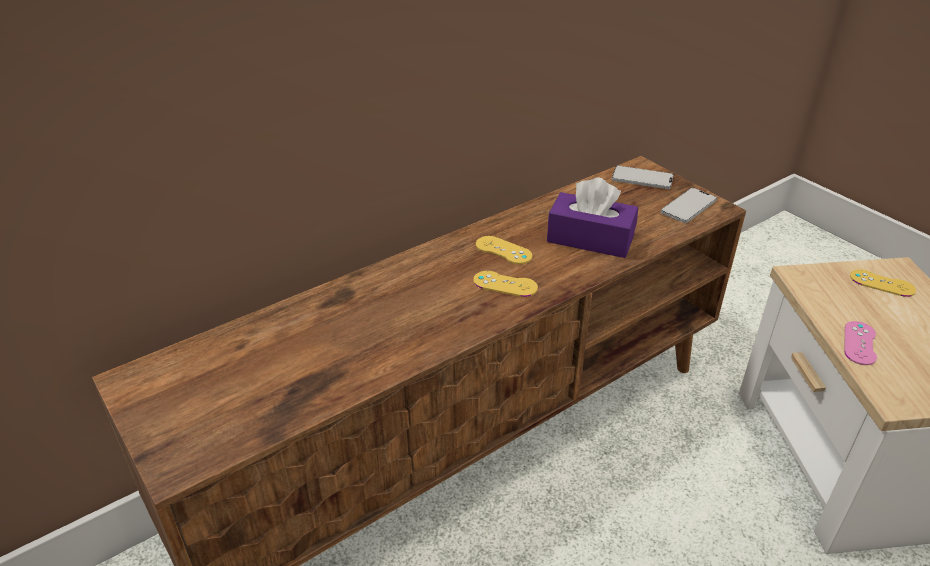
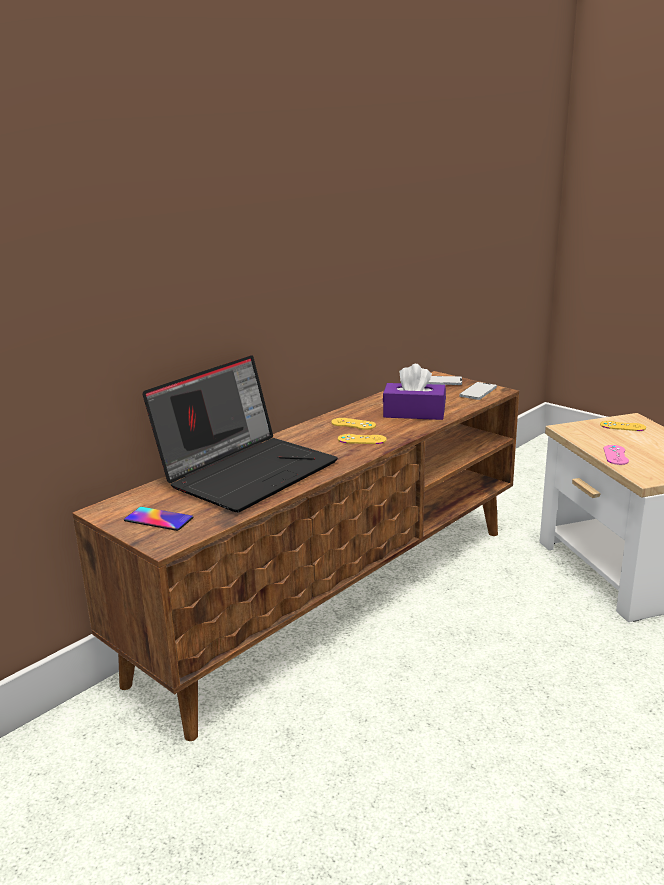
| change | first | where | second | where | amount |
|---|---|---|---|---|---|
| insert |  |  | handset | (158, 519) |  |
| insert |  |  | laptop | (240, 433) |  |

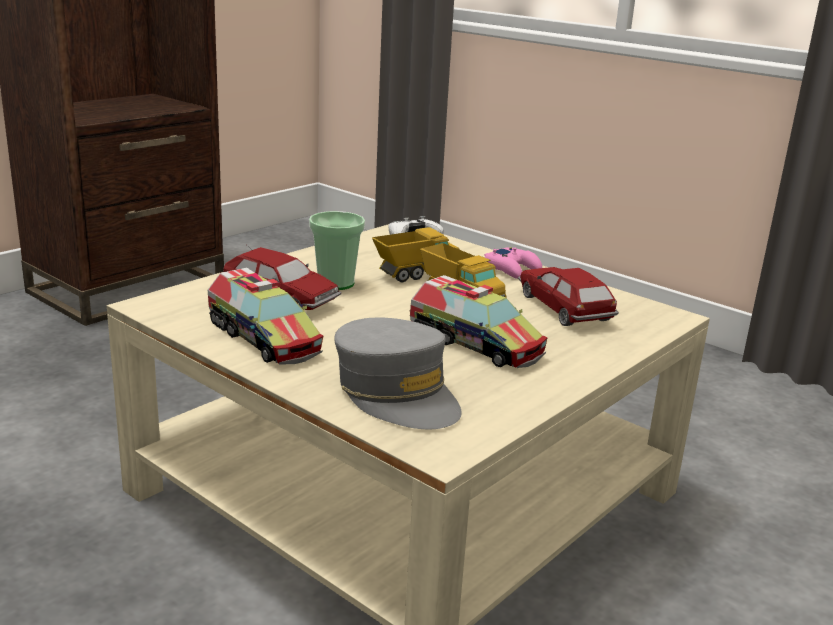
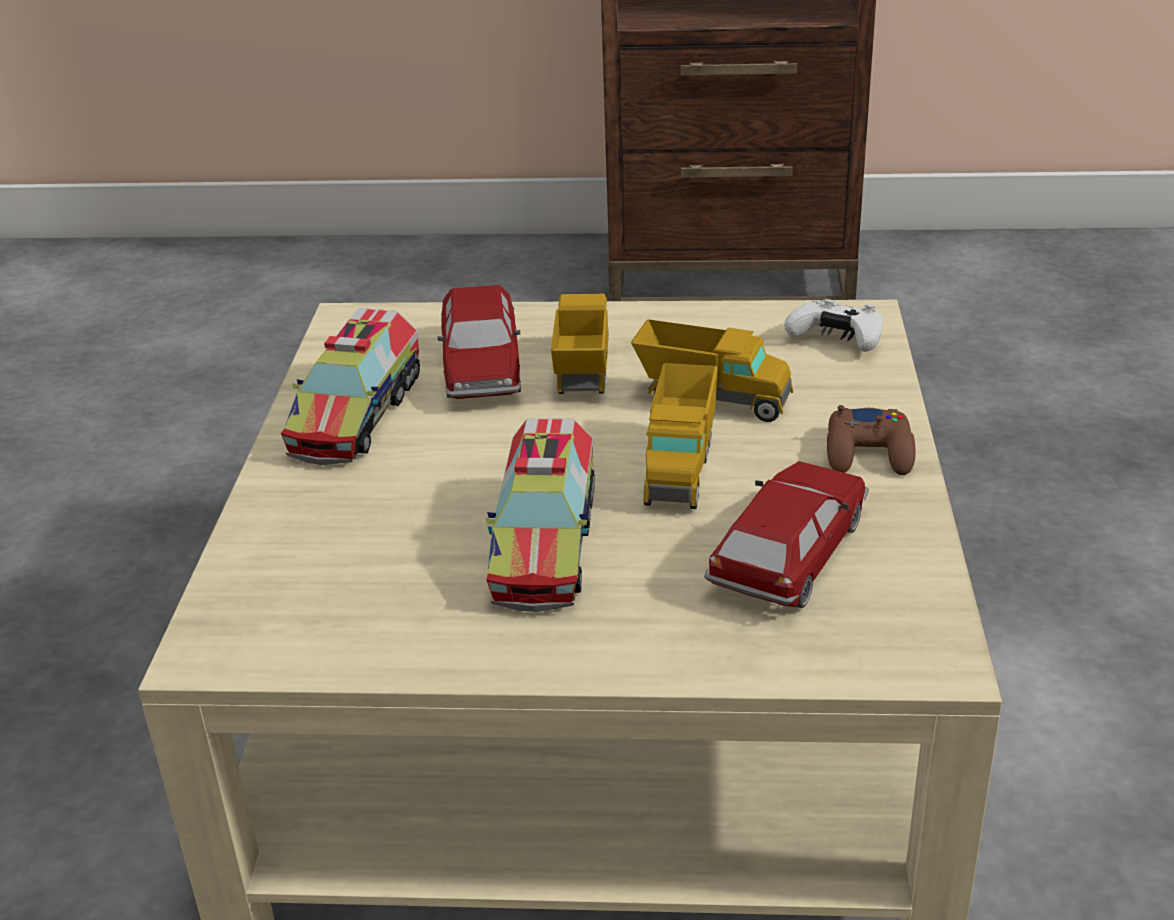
| change | first | where | second | where | amount |
|---|---|---|---|---|---|
| replace | drinking cup | (337, 250) | toy lorry | (580, 344) |  |
| recolor | game controller (pink) | (513, 263) | game controller (brown) | (871, 440) |  |
| delete | baseball cap (gray) | (398, 373) |  |  |  |

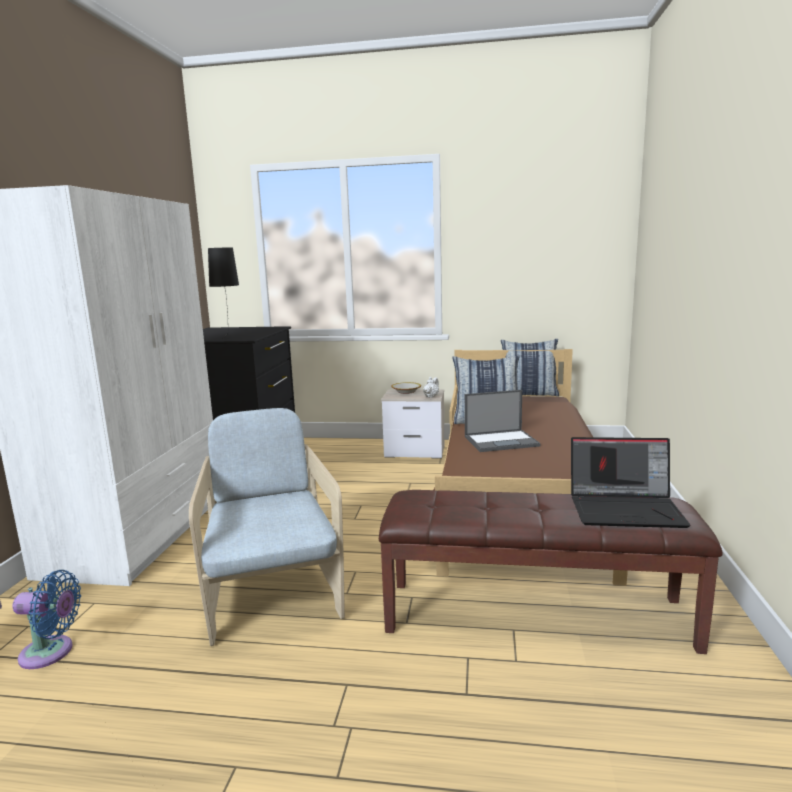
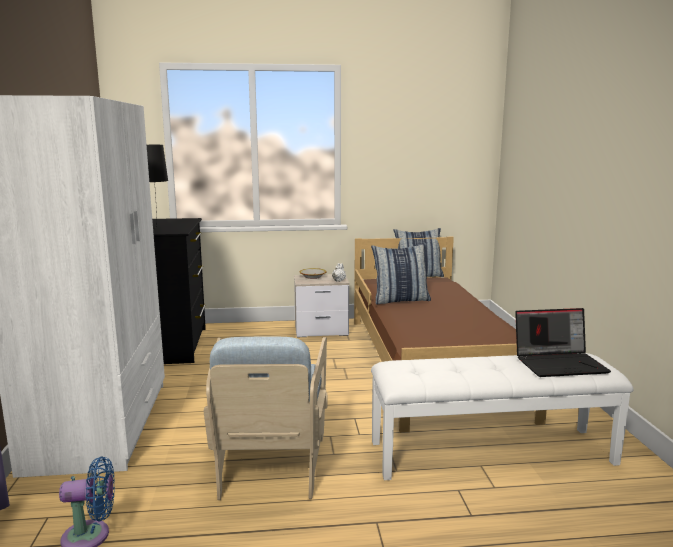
| change | first | where | second | where | amount |
|---|---|---|---|---|---|
| rotate | easy chair (beige) | (267, 527) |  | (265, 418) | 150 degrees counterclockwise |
| recolor | long seat (brown) | (551, 572) | long seat (white-coloured) | (502, 416) |  |
| delete | laptop | (503, 421) |  |  |  |

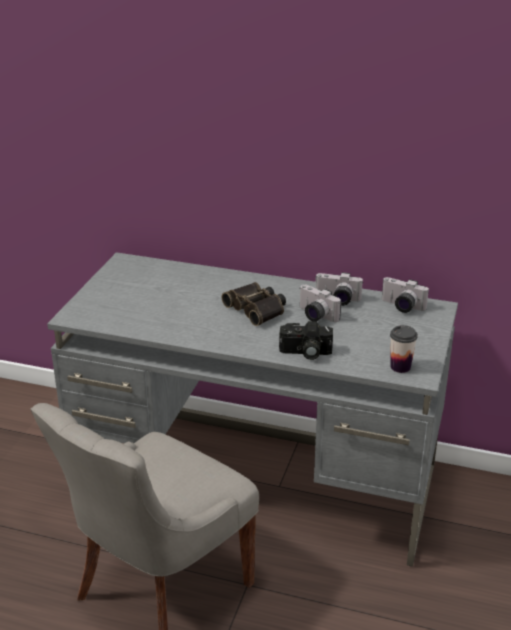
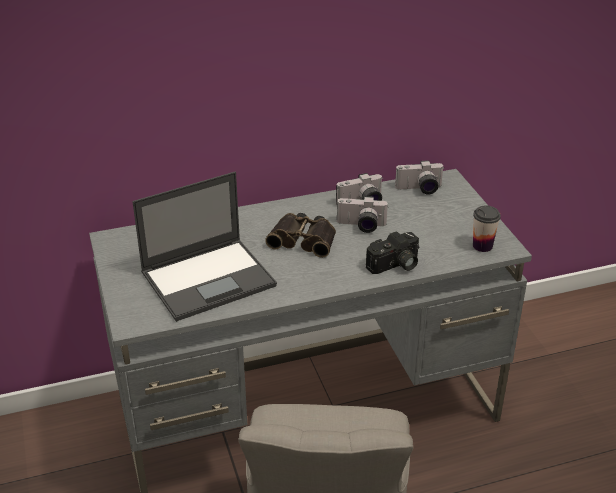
| change | first | where | second | where | amount |
|---|---|---|---|---|---|
| insert |  |  | laptop | (204, 247) |  |

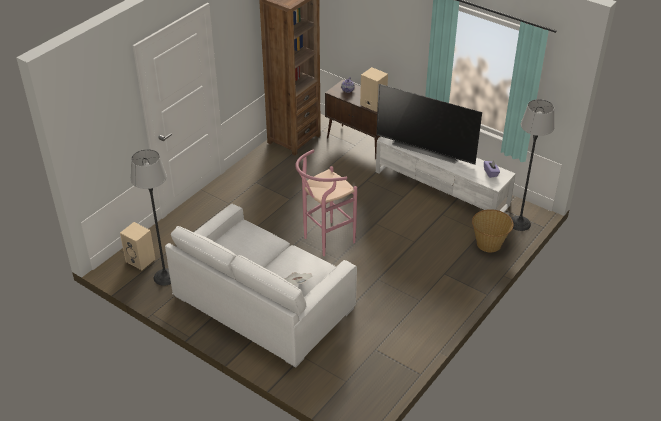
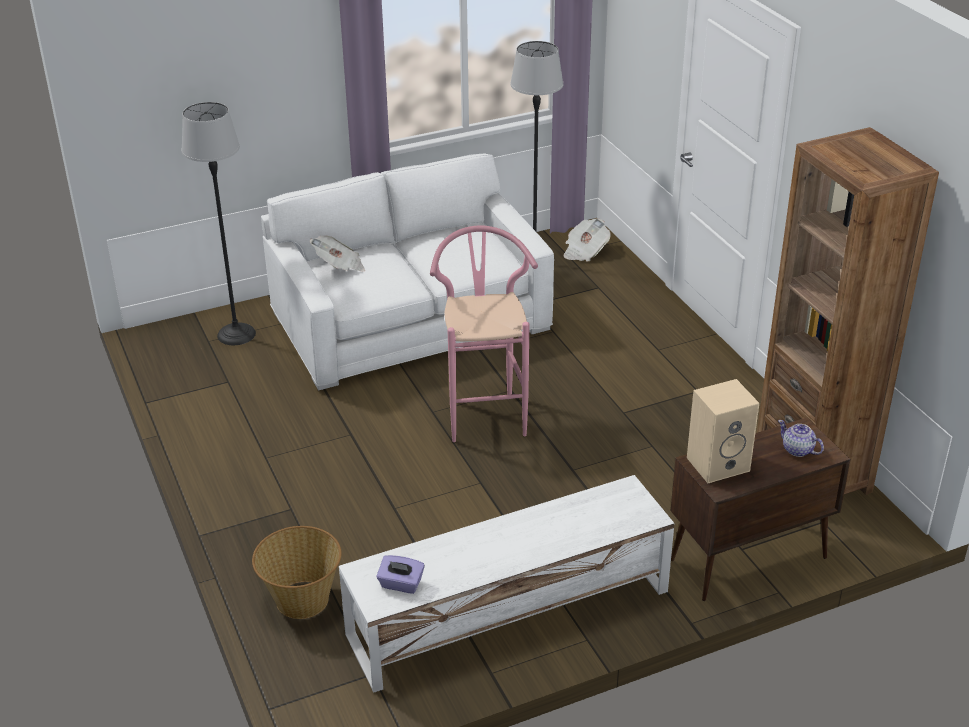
| change | first | where | second | where | amount |
|---|---|---|---|---|---|
| move | floor lamp | (532, 165) |  | (219, 223) |  |
| replace | audio speaker (beige) | (137, 246) | printed paper | (587, 239) |  |
| delete | TV | (429, 124) |  |  |  |

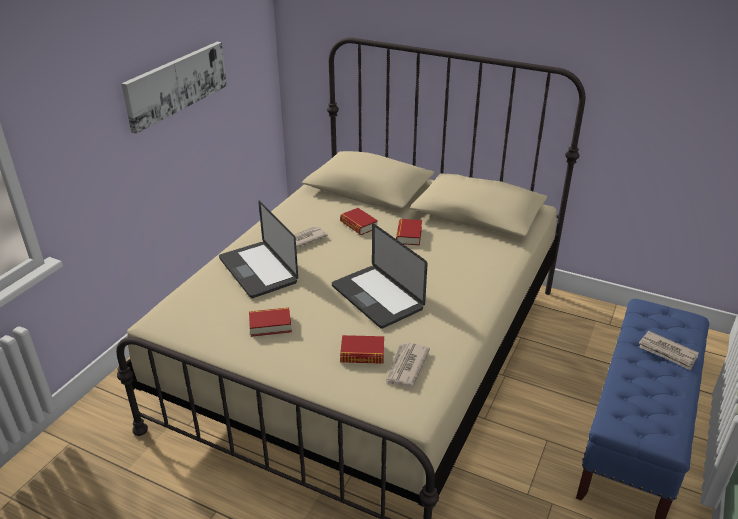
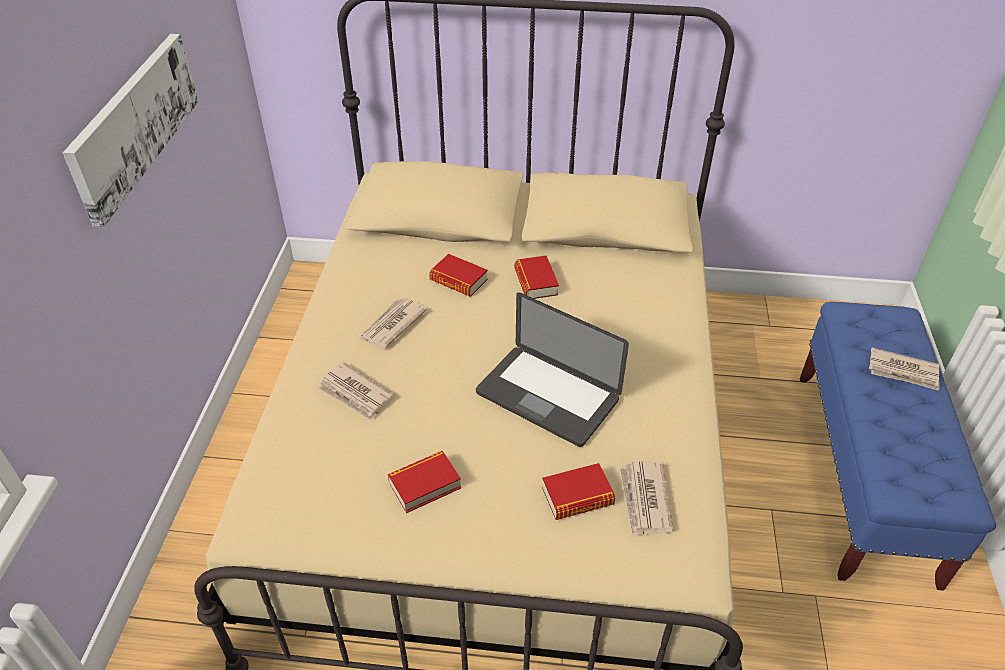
| change | first | where | second | where | amount |
|---|---|---|---|---|---|
| replace | laptop | (258, 249) | printed paper | (355, 392) |  |

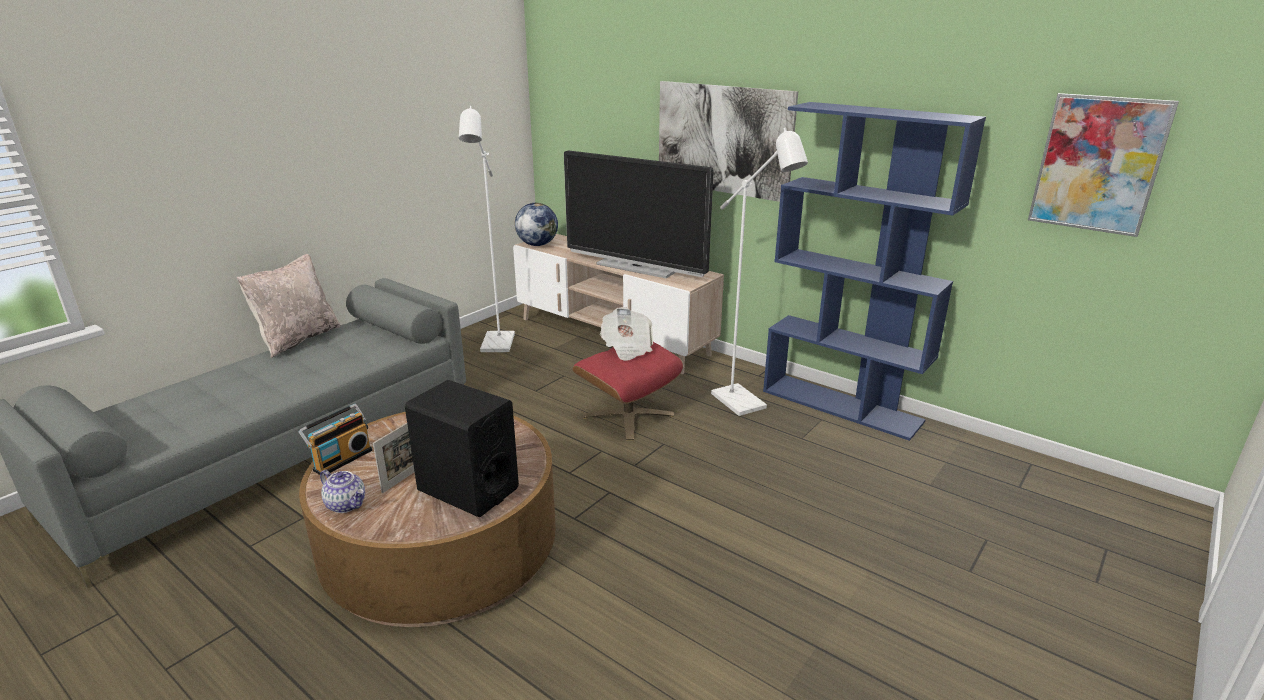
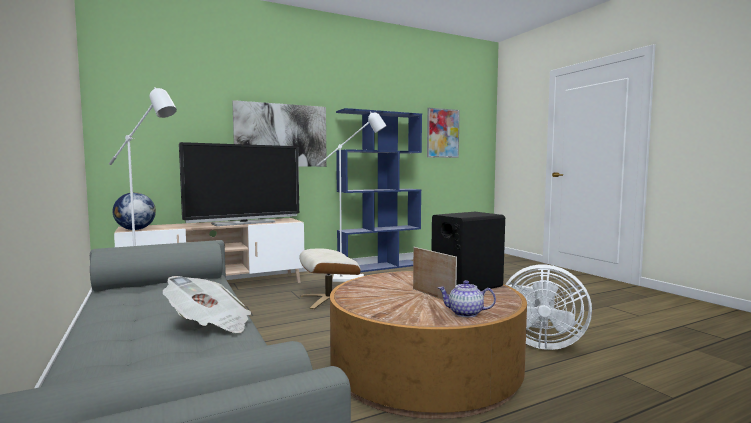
| change | first | where | second | where | amount |
|---|---|---|---|---|---|
| move | printed paper | (626, 334) |  | (207, 304) |  |
| recolor | footrest (red-coloured) | (628, 391) | footrest (beige) | (330, 278) |  |
| rotate | pot for tea | (342, 491) |  | (467, 298) | 135 degrees counterclockwise |
| insert |  |  | fan (white-coloured) | (548, 307) |  |
| delete | pillow (beige) | (289, 306) |  |  |  |
| delete | radio | (335, 439) |  |  |  |

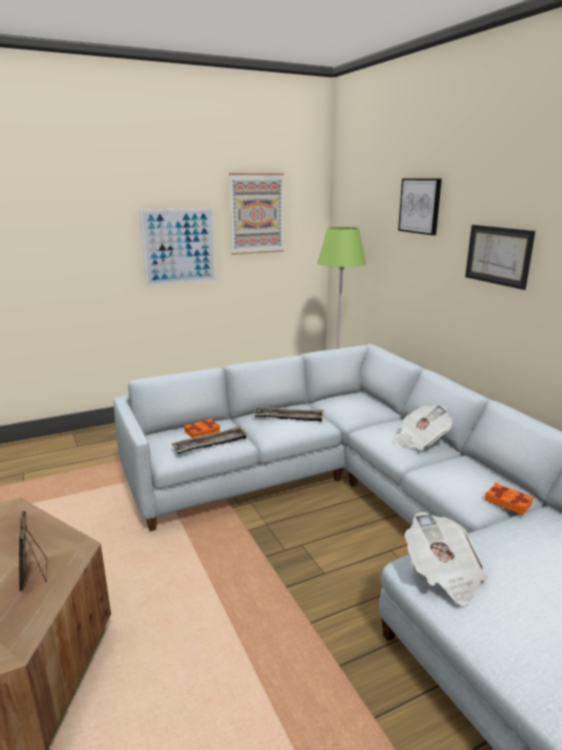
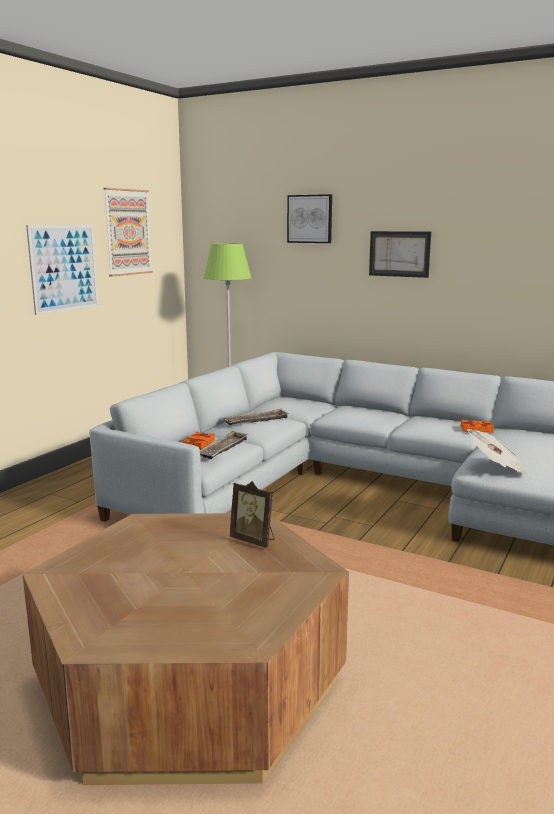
| change | first | where | second | where | amount |
|---|---|---|---|---|---|
| delete | printed paper | (423, 427) |  |  |  |

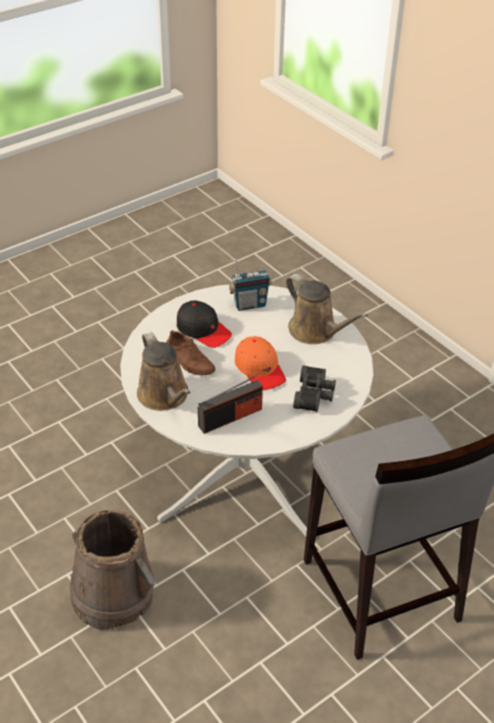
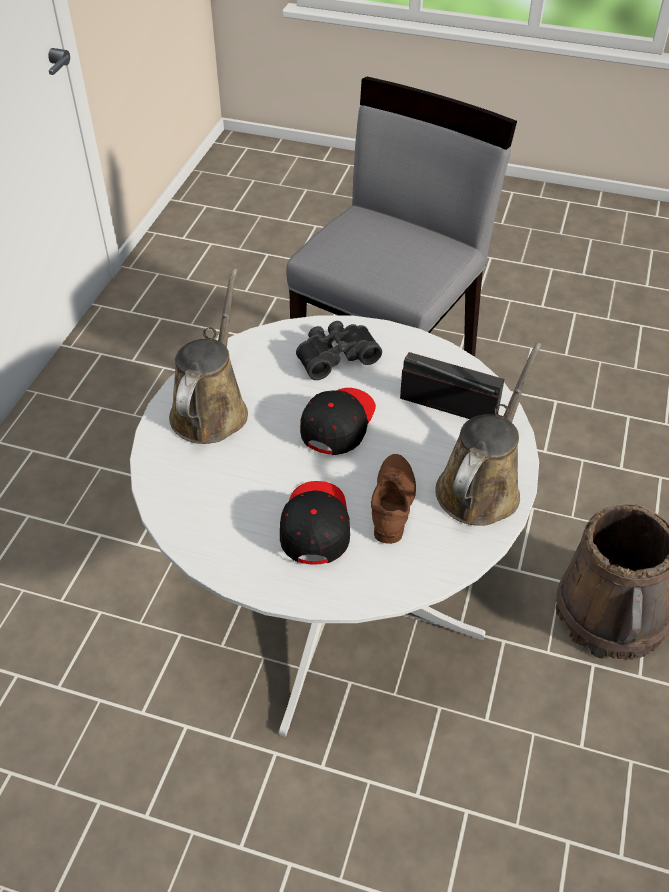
| change | first | where | second | where | amount |
|---|---|---|---|---|---|
| recolor | baseball cap (orangey) | (260, 363) | baseball cap (black) | (338, 421) |  |
| delete | radio | (250, 285) |  |  |  |

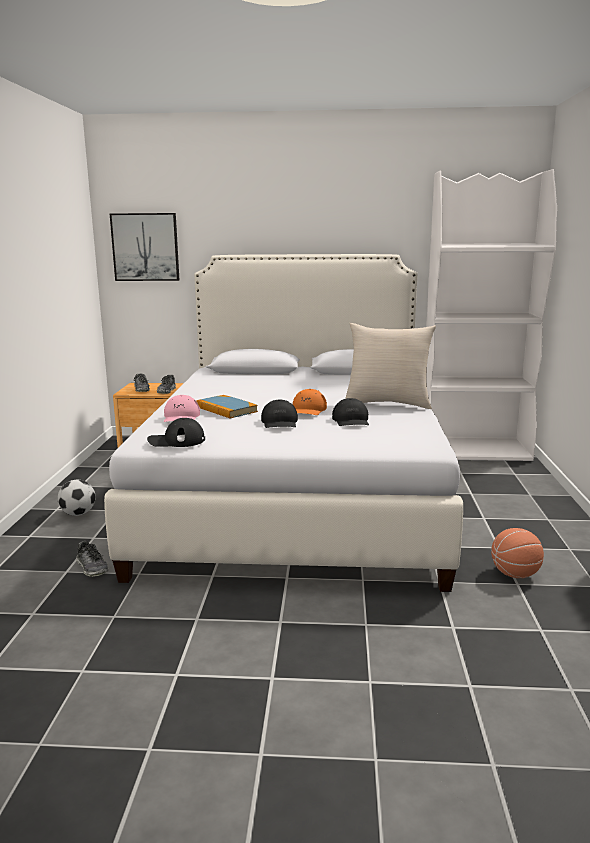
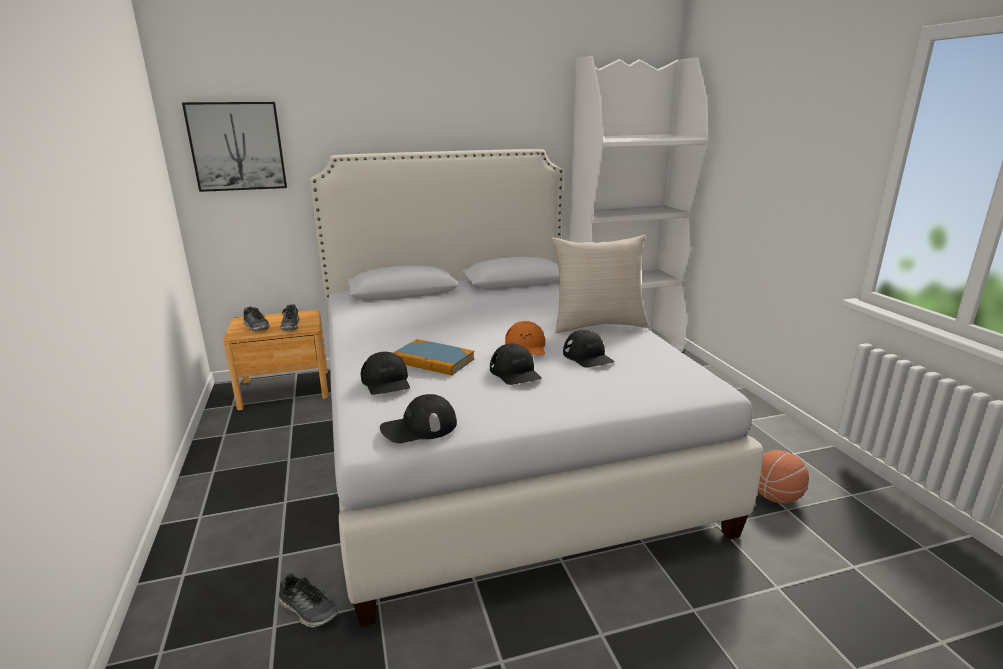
| change | first | where | second | where | amount |
|---|---|---|---|---|---|
| recolor | baseball cap (pink) | (182, 408) | baseball cap (black) | (385, 373) |  |
| delete | football | (77, 498) |  |  |  |

